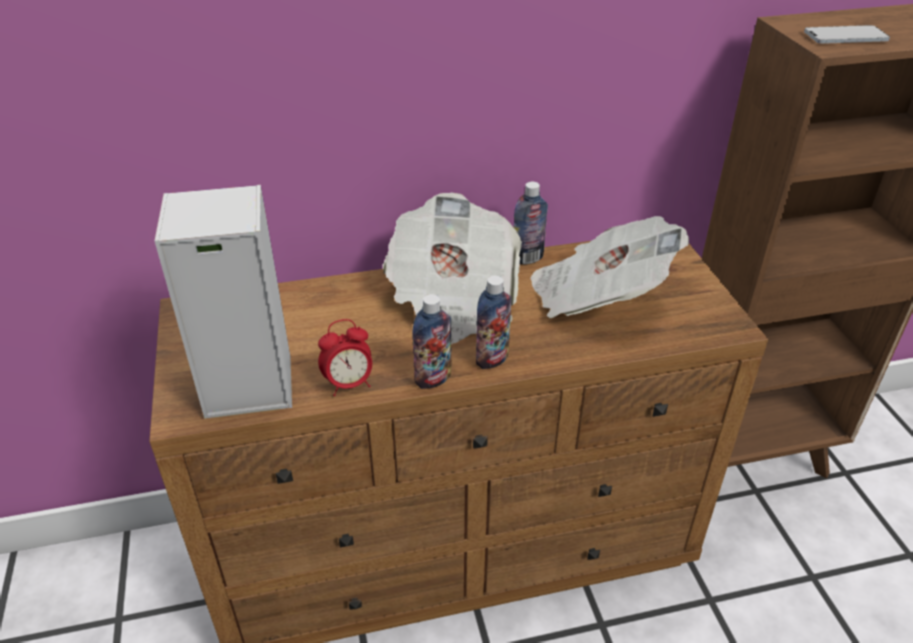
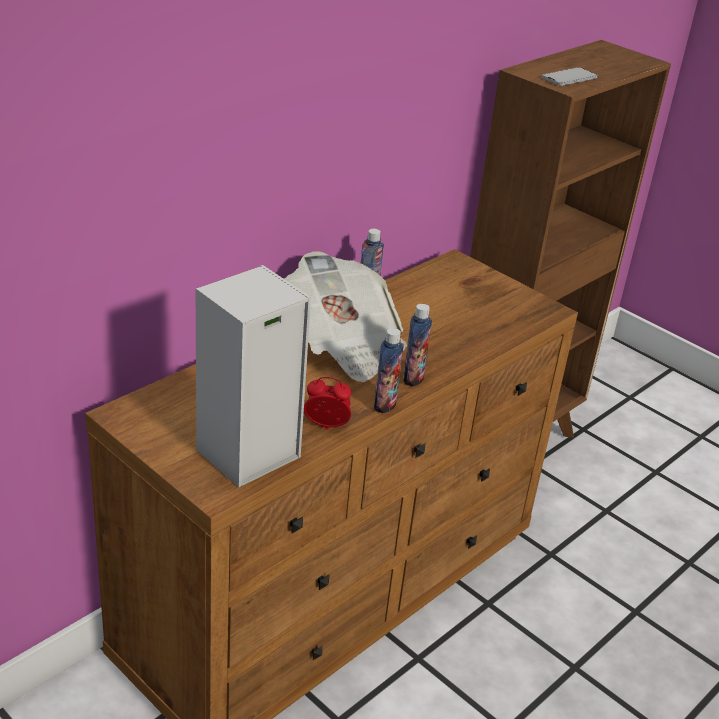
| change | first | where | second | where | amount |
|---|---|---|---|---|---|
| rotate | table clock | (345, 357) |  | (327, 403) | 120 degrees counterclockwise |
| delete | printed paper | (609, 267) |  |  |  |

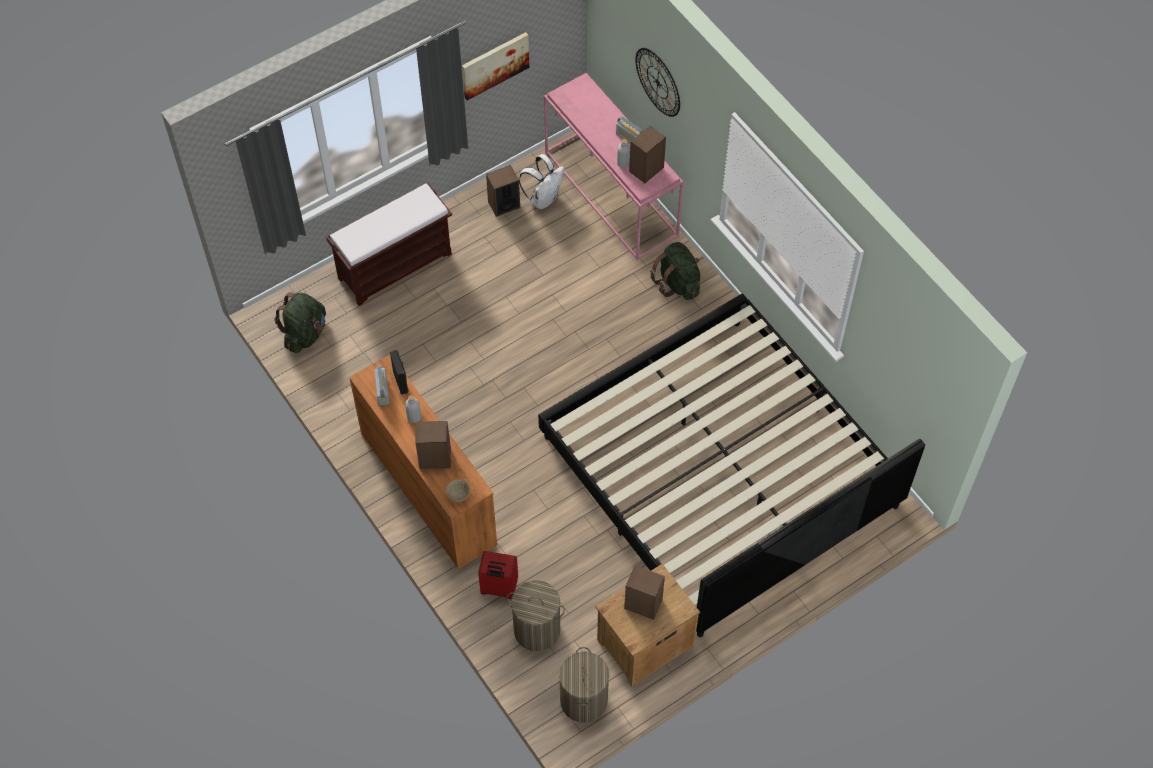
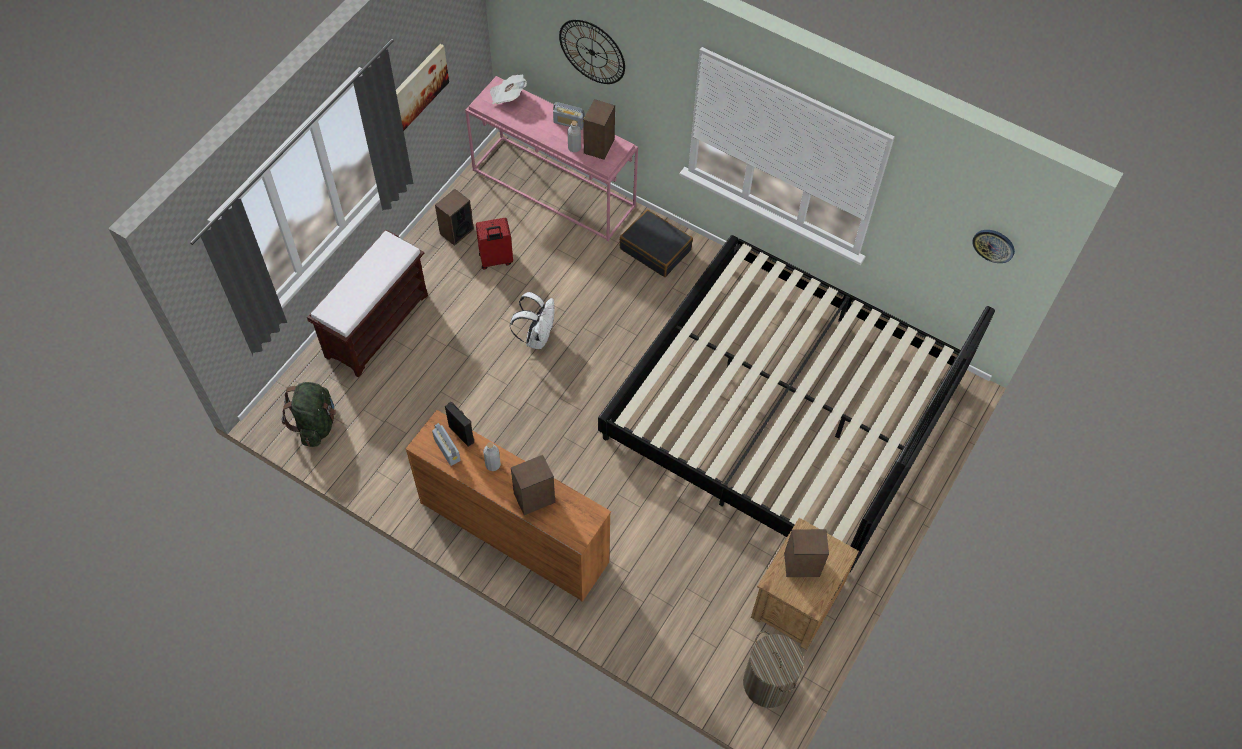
| change | first | where | second | where | amount |
|---|---|---|---|---|---|
| move | piece of luggage (red-coloured) | (498, 575) |  | (494, 244) |  |
| insert |  |  | printed paper | (508, 89) |  |
| move | knapsack (white-coloured) | (542, 182) |  | (532, 320) |  |
| replace | knapsack (green) | (675, 271) | piece of luggage (black) | (656, 243) |  |
| insert |  |  | hanging clock | (993, 246) |  |
| delete | serving bowl (beige) | (458, 490) |  |  |  |
| delete | laundry basket | (535, 615) |  |  |  |

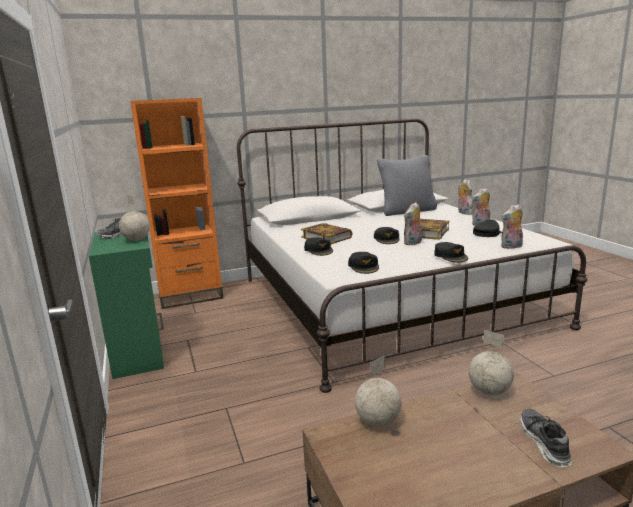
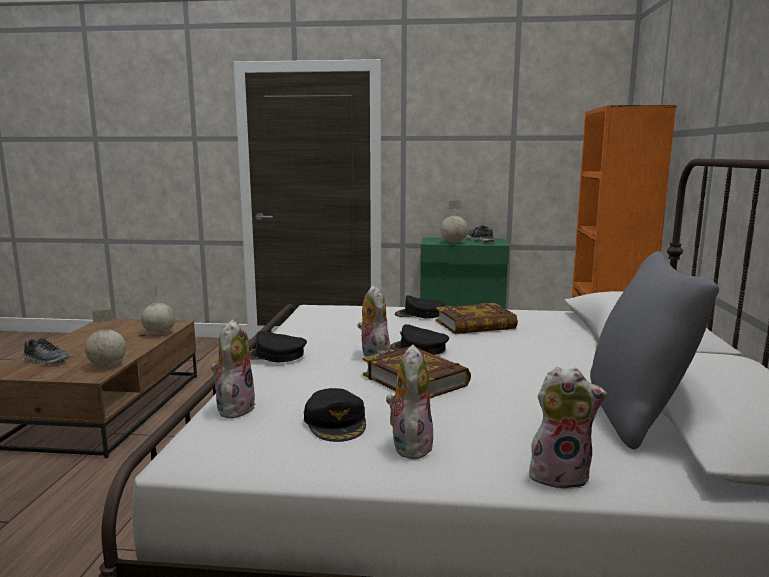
| change | first | where | second | where | amount |
|---|---|---|---|---|---|
| delete | baseball cap (black) | (363, 263) |  |  |  |

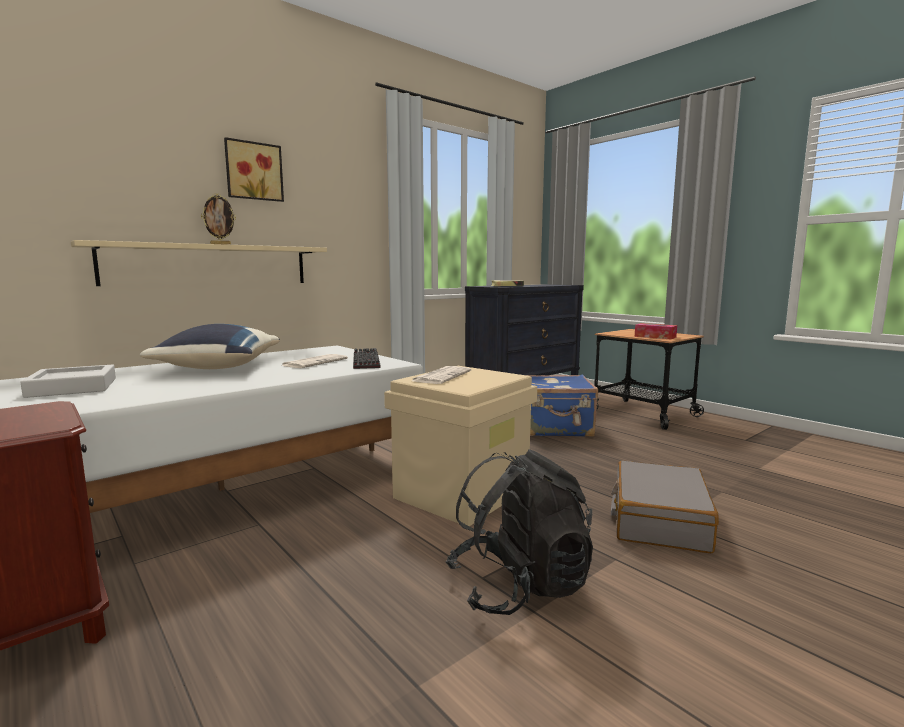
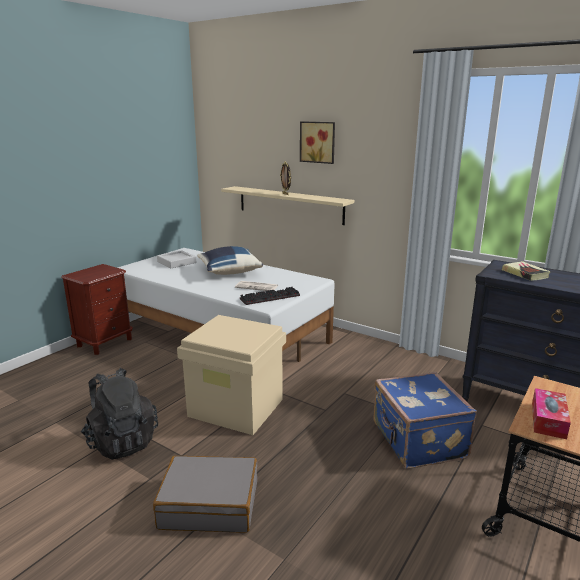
| change | first | where | second | where | amount |
|---|---|---|---|---|---|
| delete | printed paper | (441, 375) |  |  |  |

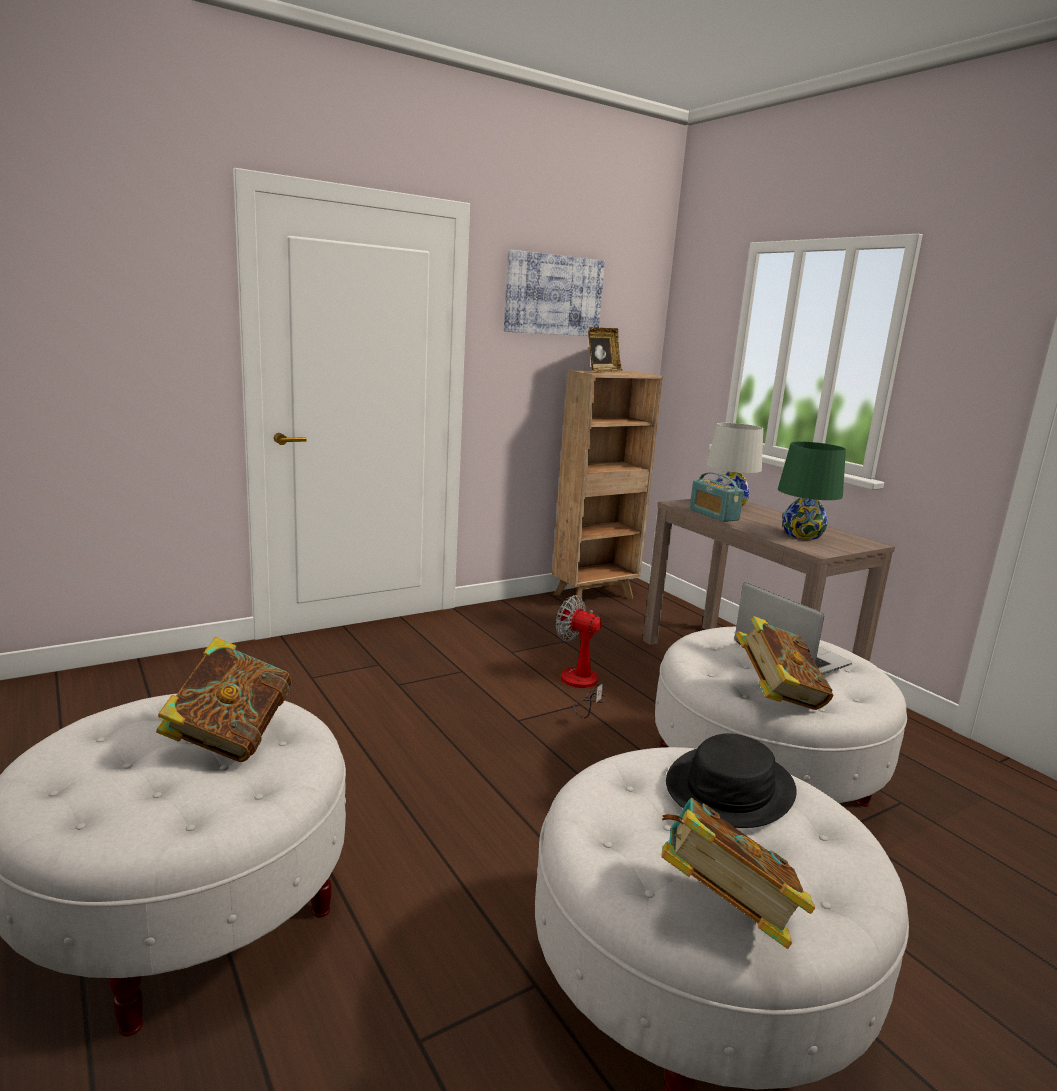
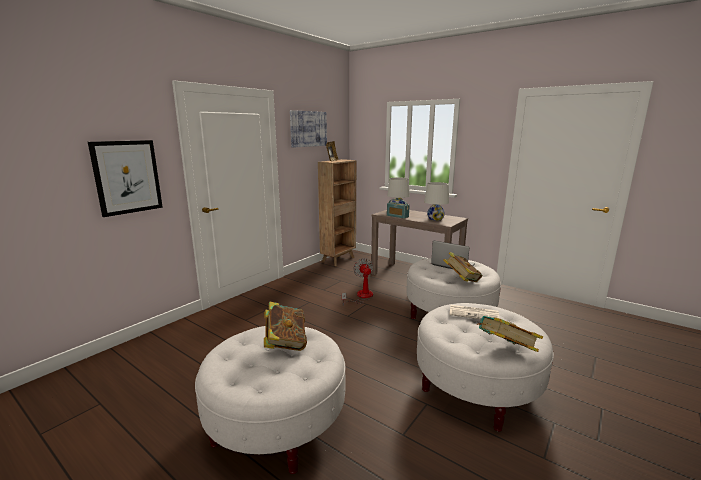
| change | first | where | second | where | amount |
|---|---|---|---|---|---|
| insert |  |  | picture | (125, 178) |  |
| rotate | fan | (581, 656) |  | (357, 281) | 60 degrees clockwise |
| recolor | tabletop lamp (green) | (812, 490) | tabletop lamp (white-coloured) | (436, 201) |  |
| replace | hat (black) | (731, 780) | printed paper | (475, 312) |  |

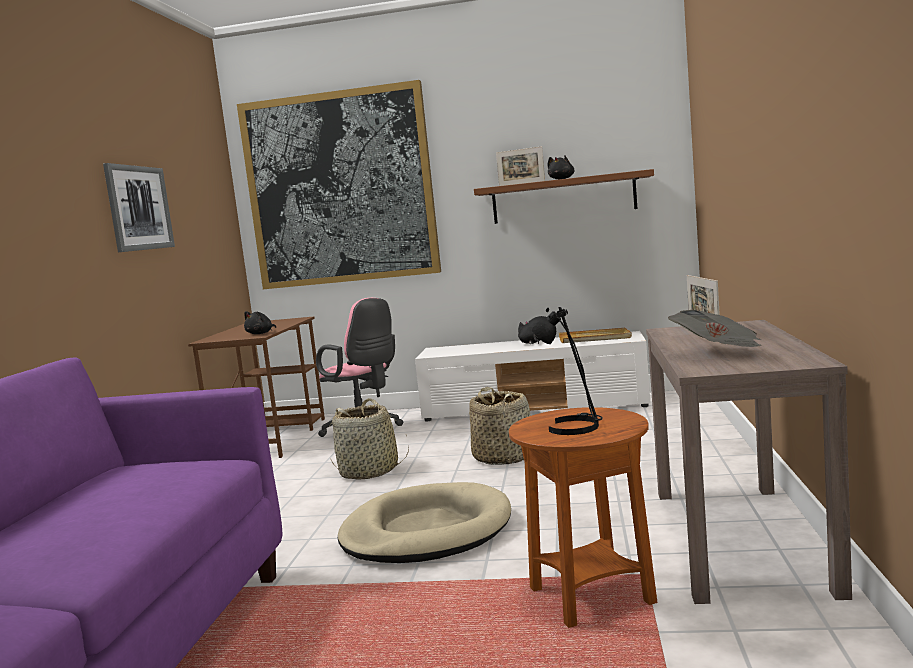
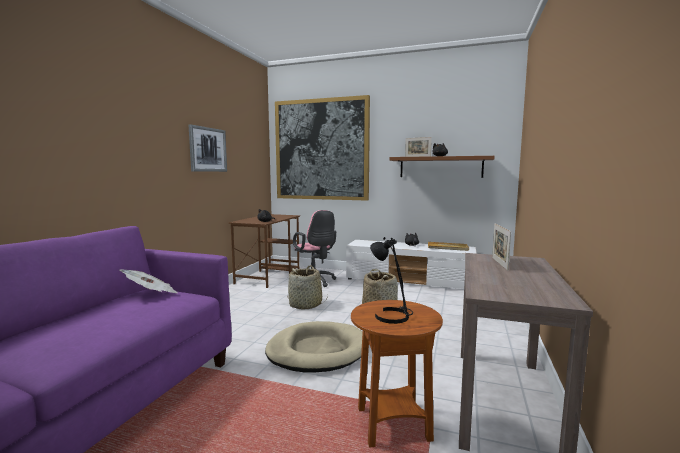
| change | first | where | second | where | amount |
|---|---|---|---|---|---|
| move | printed paper | (715, 328) |  | (148, 281) |  |

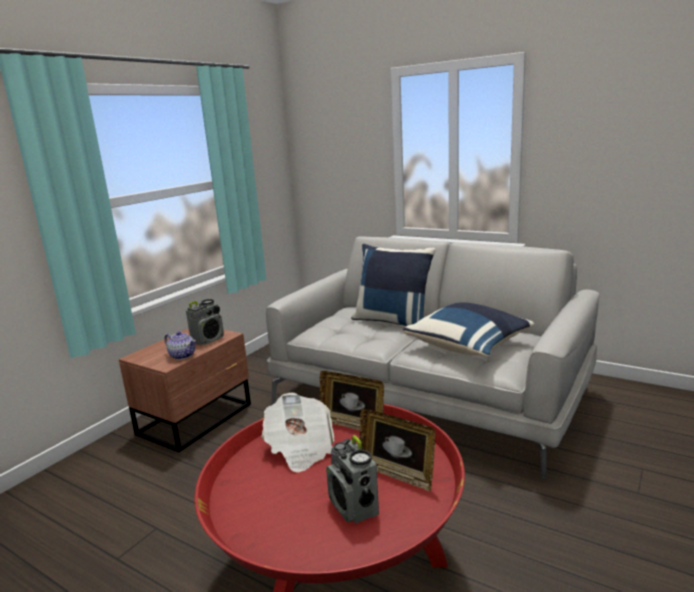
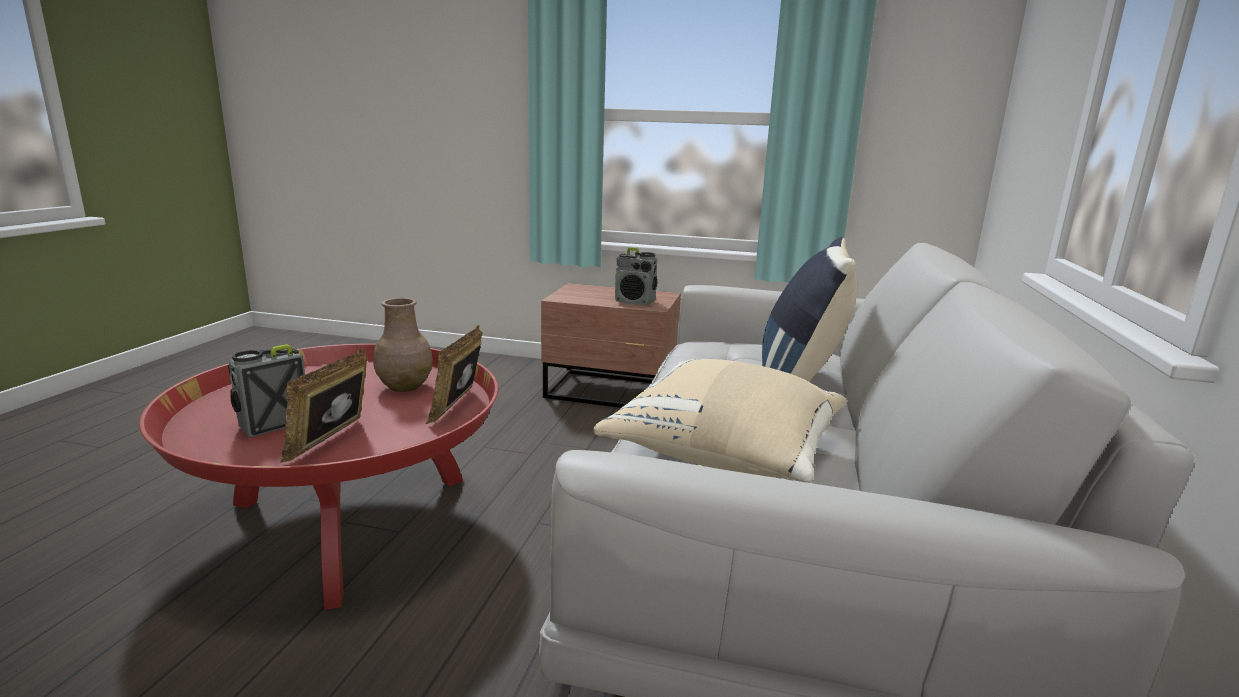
| change | first | where | second | where | amount |
|---|---|---|---|---|---|
| replace | printed paper | (298, 433) | flower vase (brown) | (403, 345) |  |
| recolor | pillow (blue-coloured) | (468, 329) | pillow (beige) | (720, 421) |  |
| delete | pot for tea | (180, 345) |  |  |  |

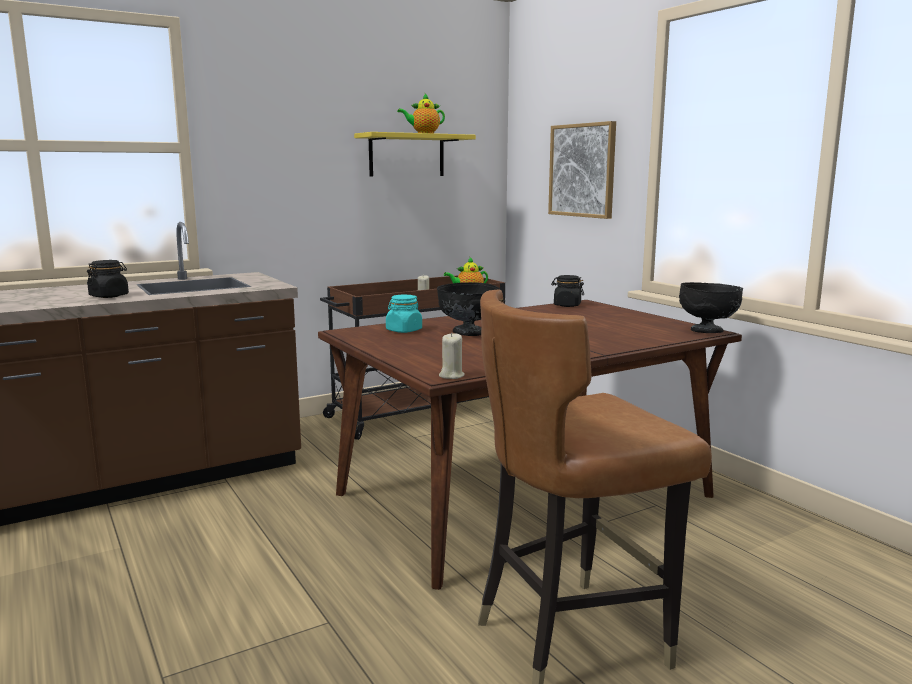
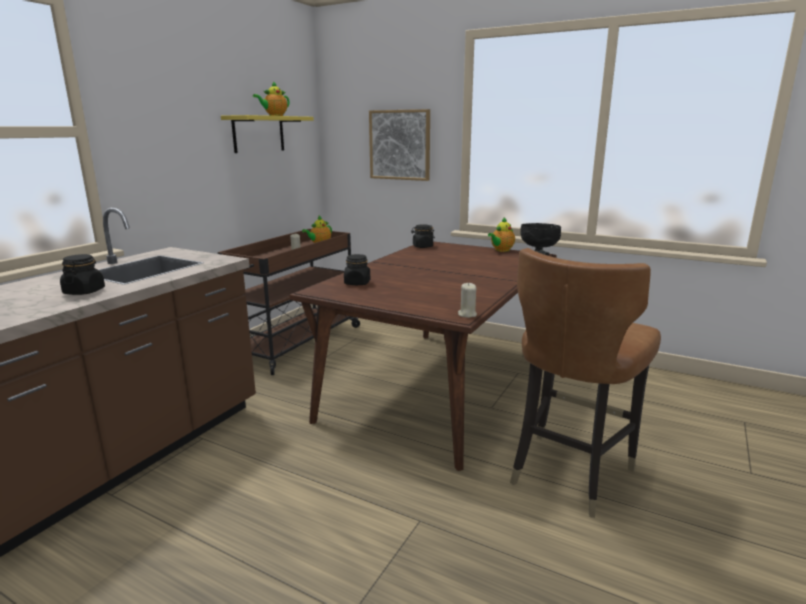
| change | first | where | second | where | amount |
|---|---|---|---|---|---|
| recolor | storage jar (turquoise-coloured) | (404, 314) | storage jar (black) | (357, 269) |  |
| insert |  |  | pot for tea | (501, 234) |  |
| delete | serving bowl (black) | (469, 309) |  |  |  |

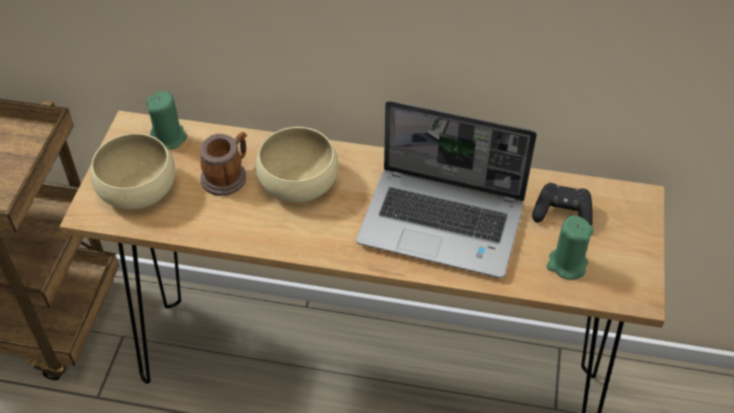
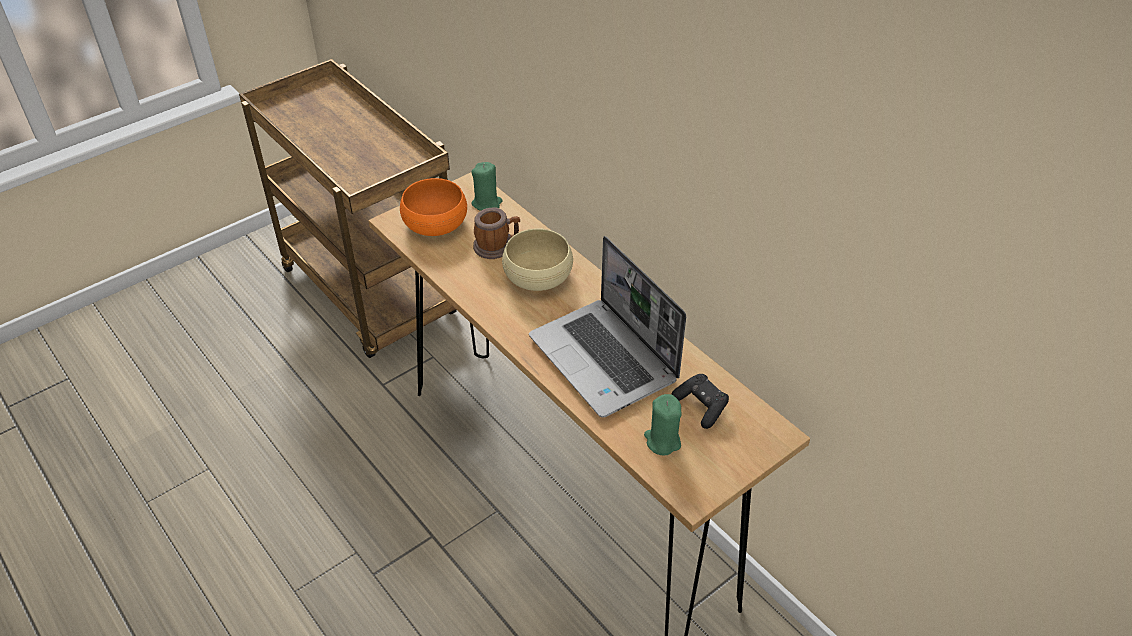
| change | first | where | second | where | amount |
|---|---|---|---|---|---|
| recolor | serving bowl (beige) | (132, 171) | serving bowl (orangey) | (433, 207) |  |

